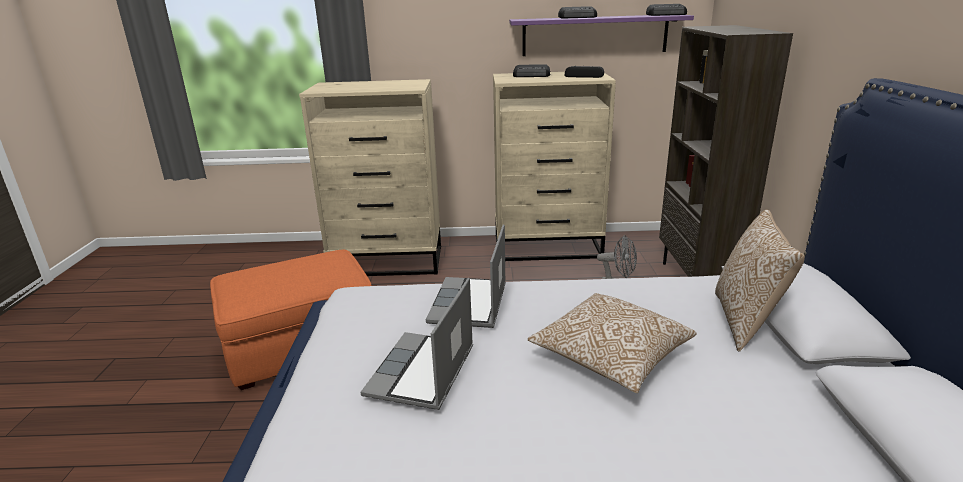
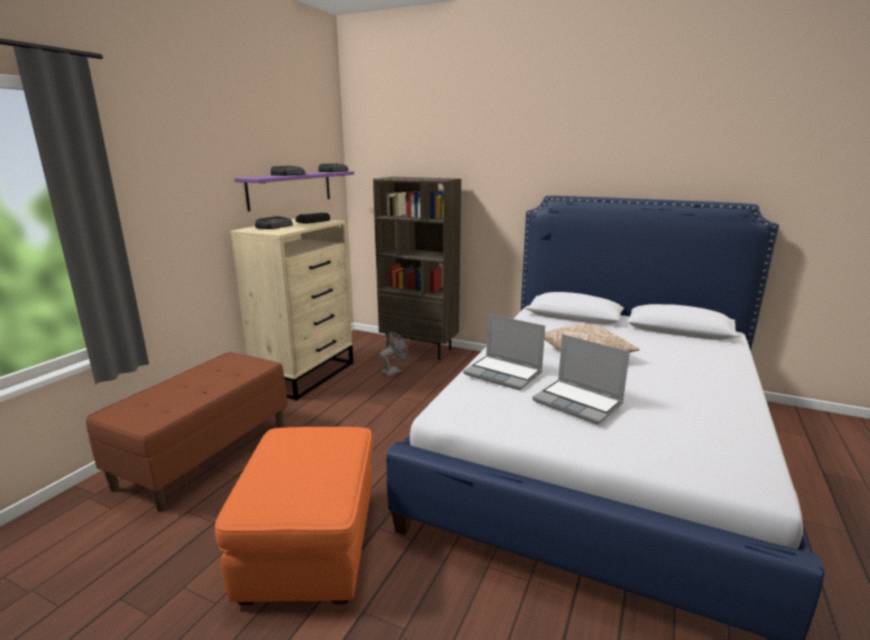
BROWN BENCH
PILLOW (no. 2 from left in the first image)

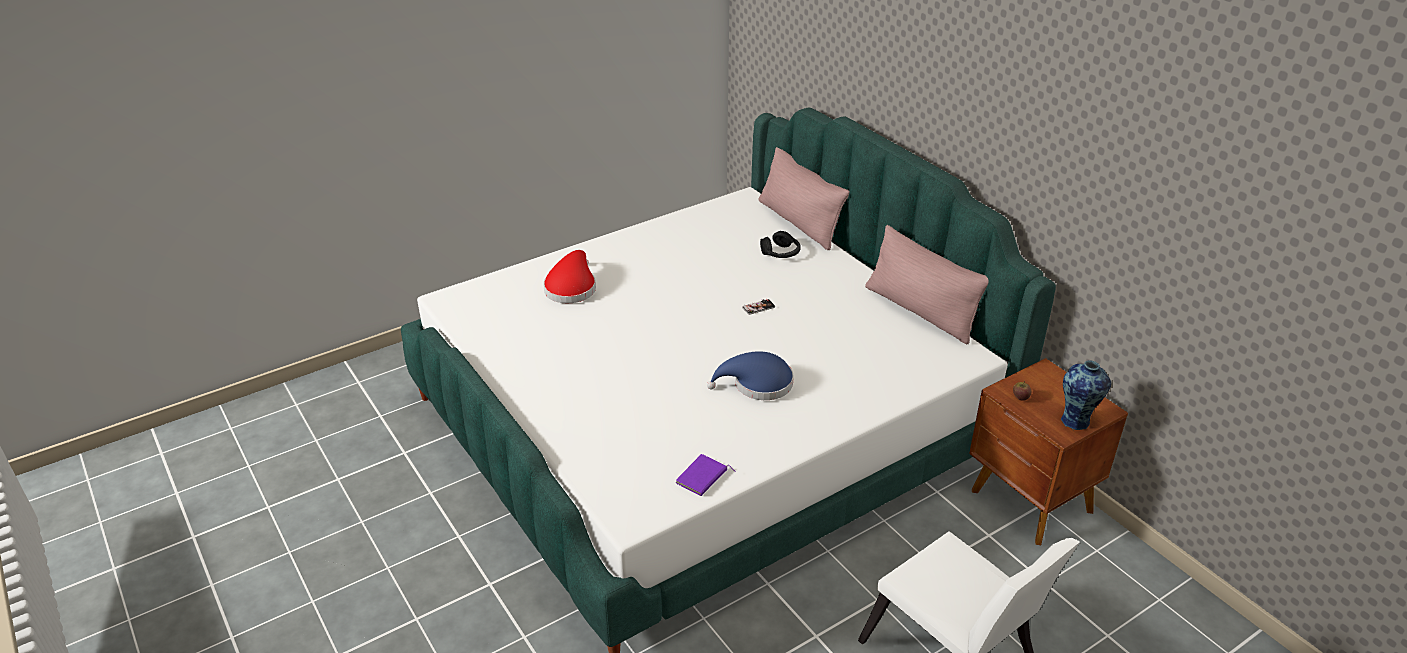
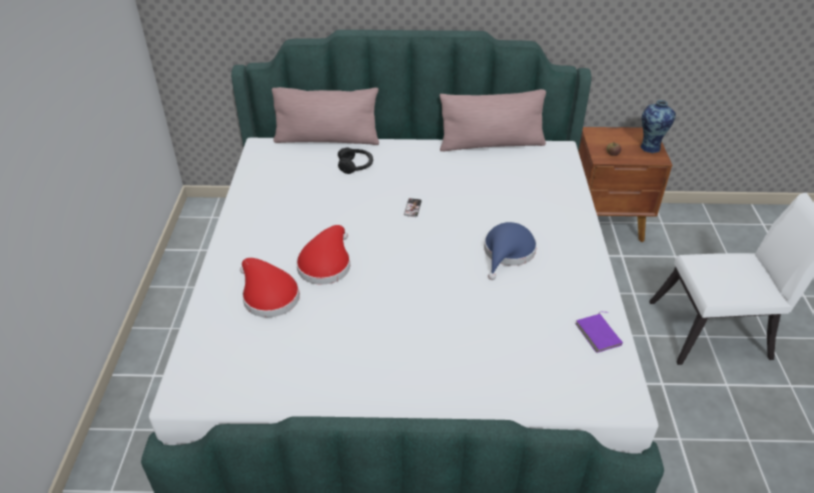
RED HAT (no. 2 from left)

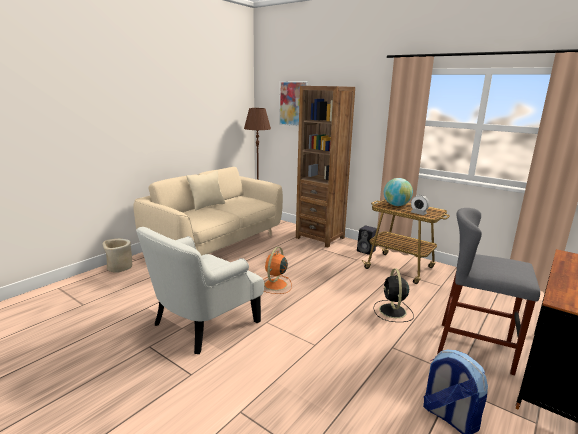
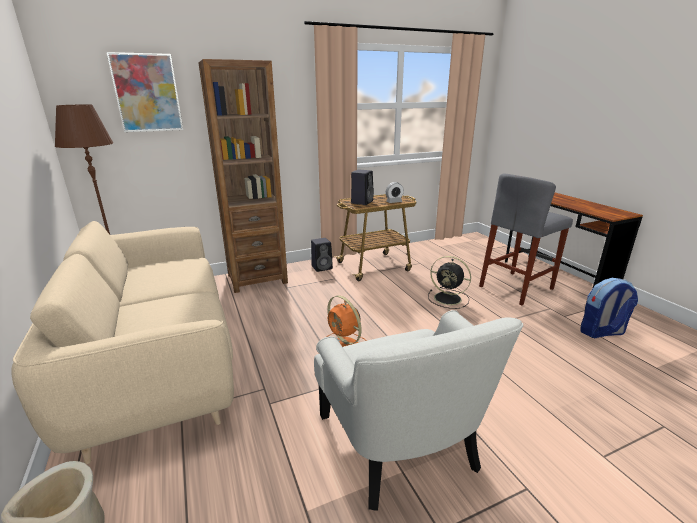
BEIGE PILLOW
BLACK SPEAKER (no. 2 from left)

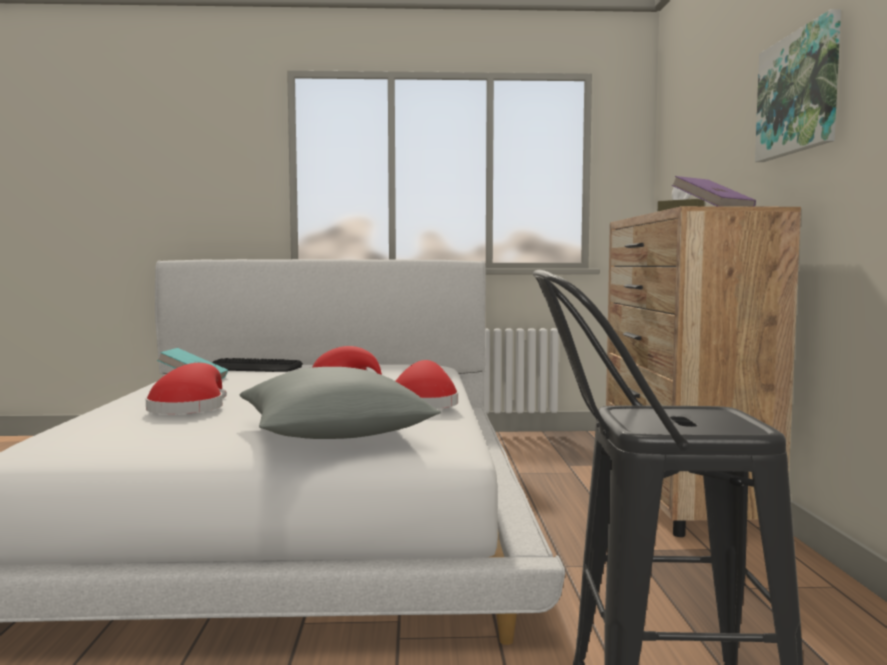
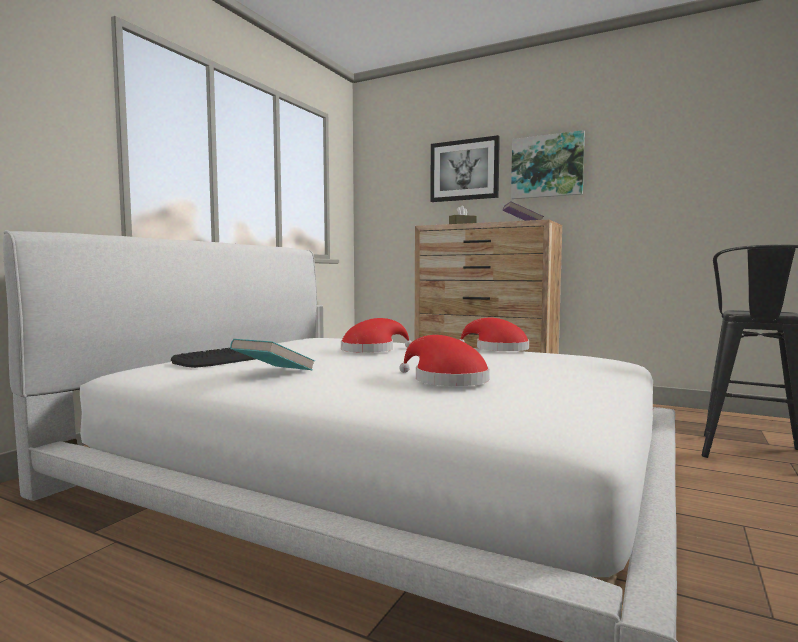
GREY PILLOW
PICTURE (no. 1 from left)

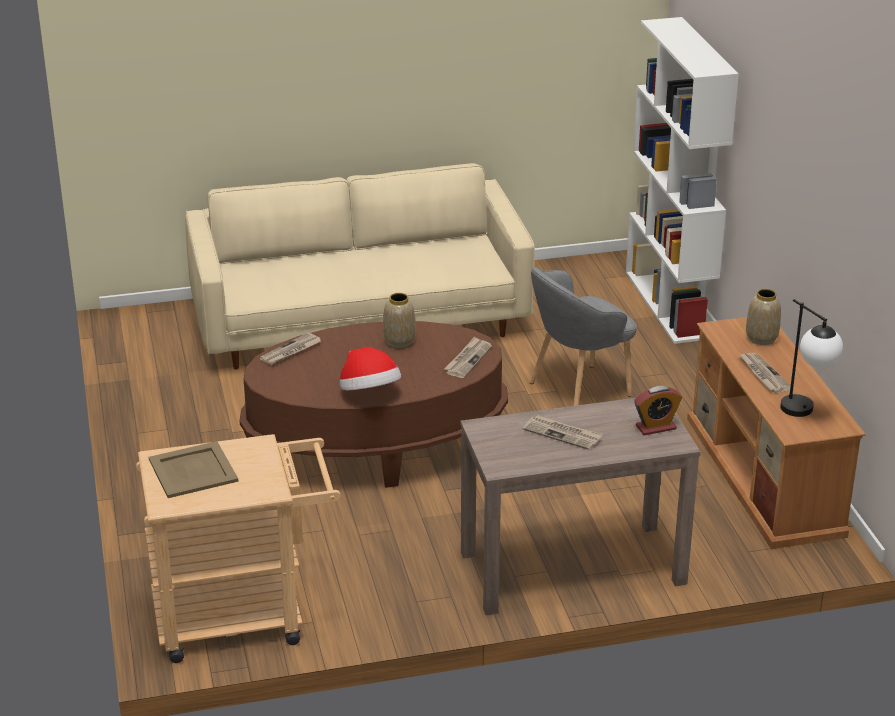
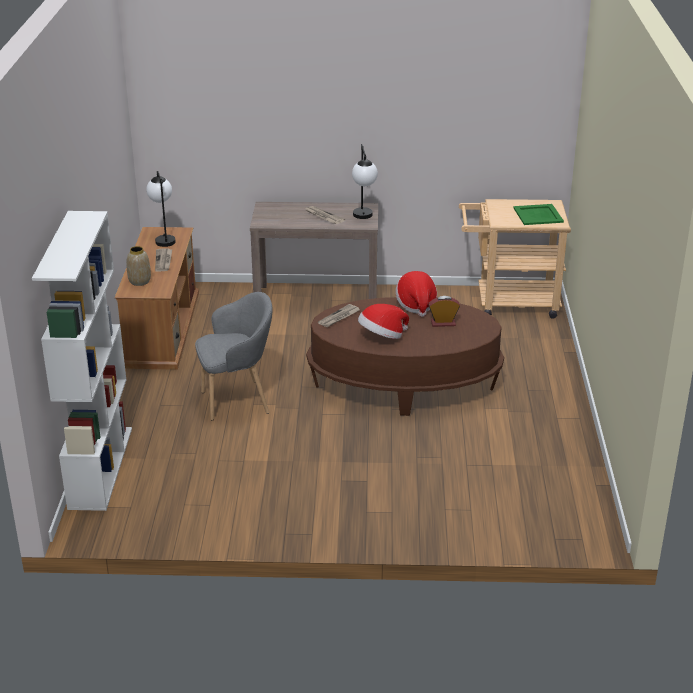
BEIGE SOFA
HAT (no. 1 from left)
NEWSPAPER (no. 1 from left in the first image)
ALARM CLOCK
GREEN TRAY
TABLE LAMP (no. 2 from left)

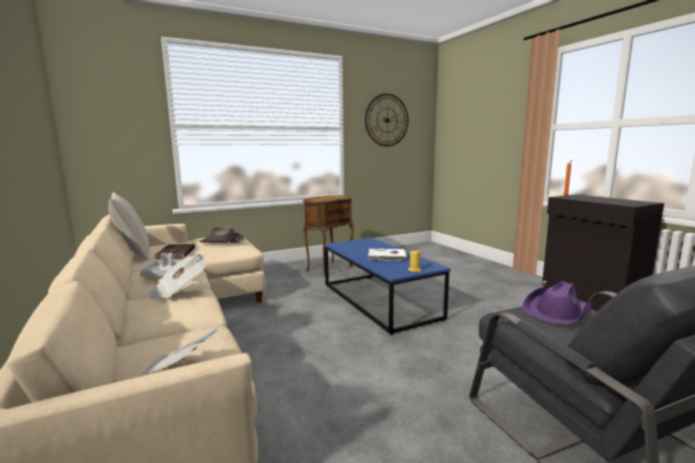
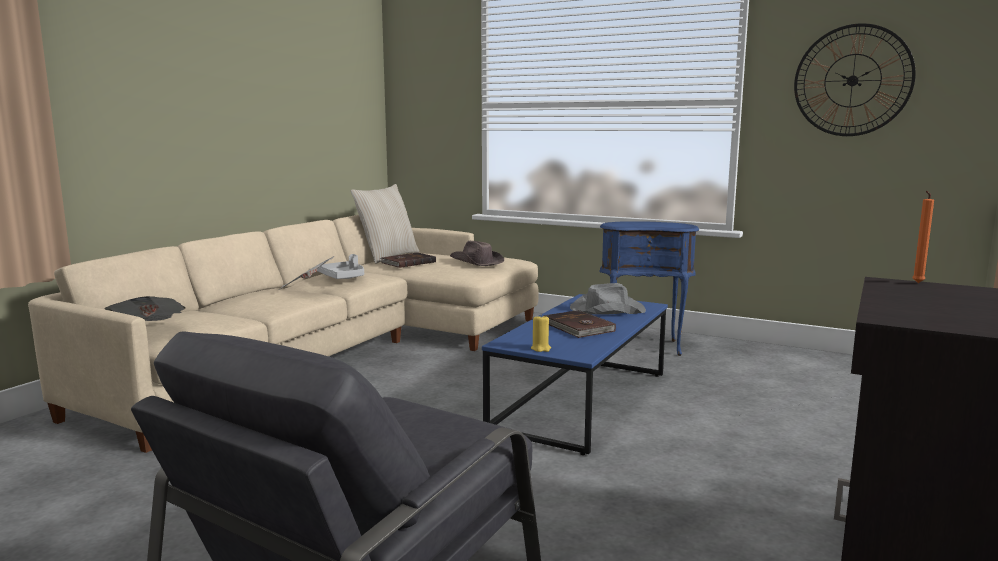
BLUE SIDE TABLE
BROWN BOOK (no. 2 from left)
PURPLE HAT
GREY HAT

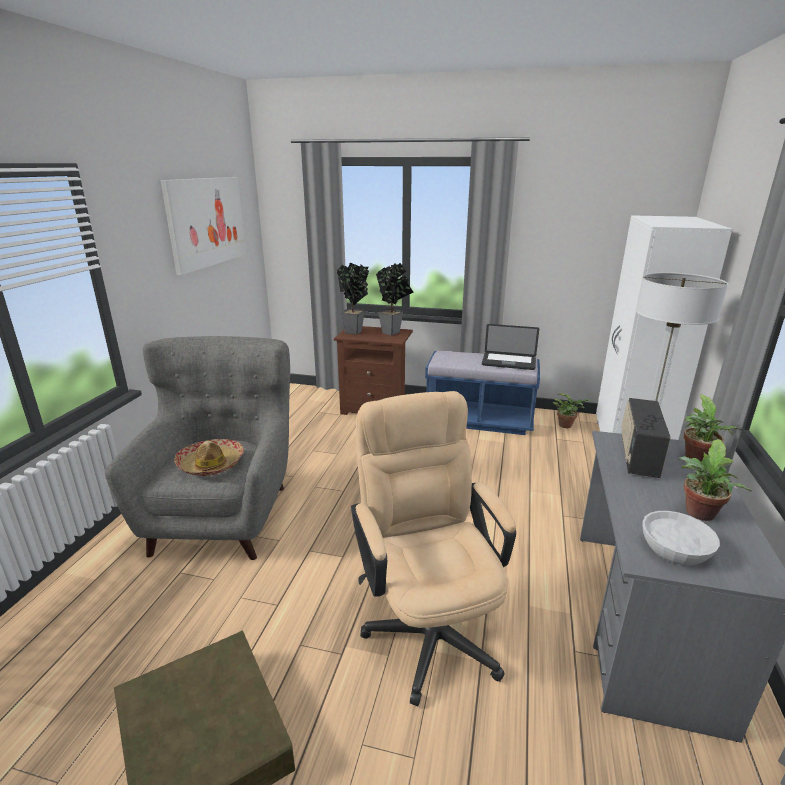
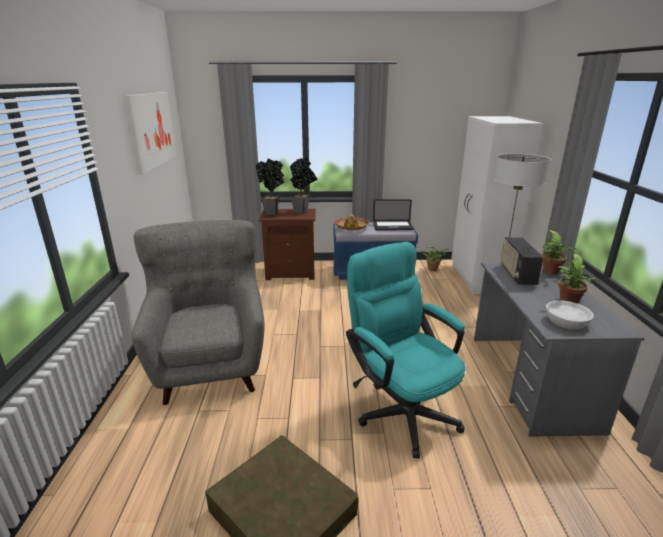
TURQUOISE OFFICE CHAIR
HAT

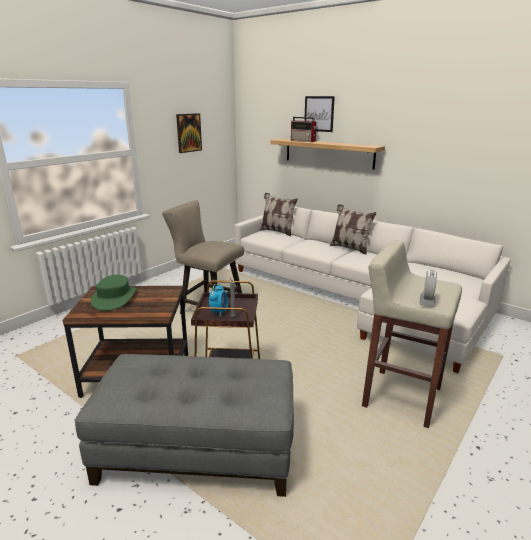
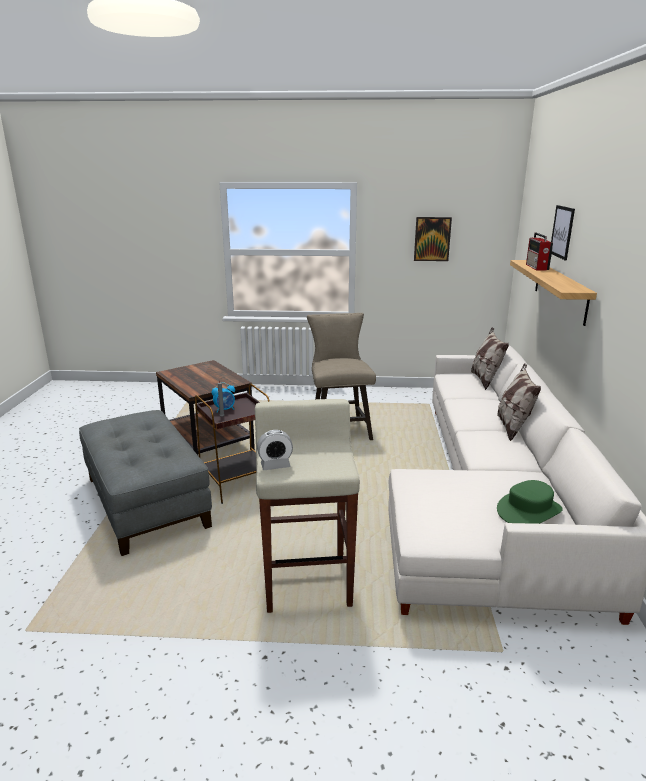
GREEN HAT

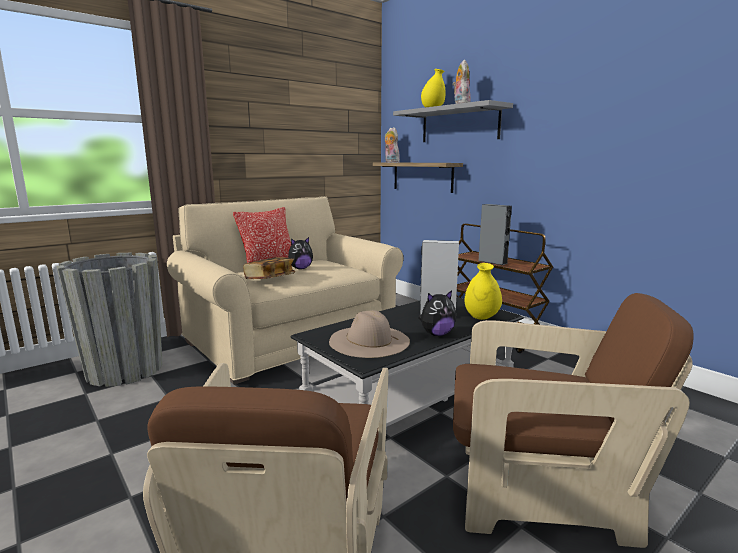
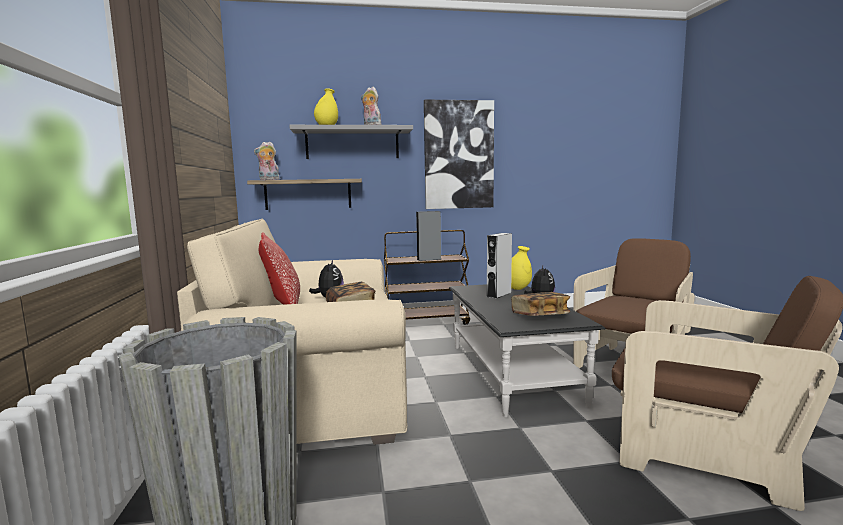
BOOK (no. 2 from left)
PICTURE

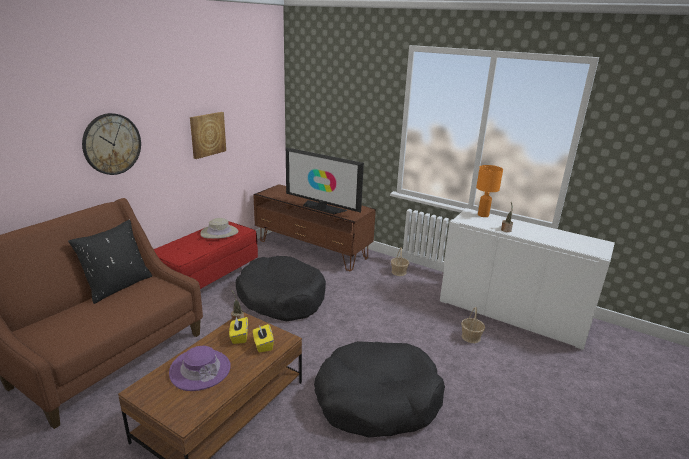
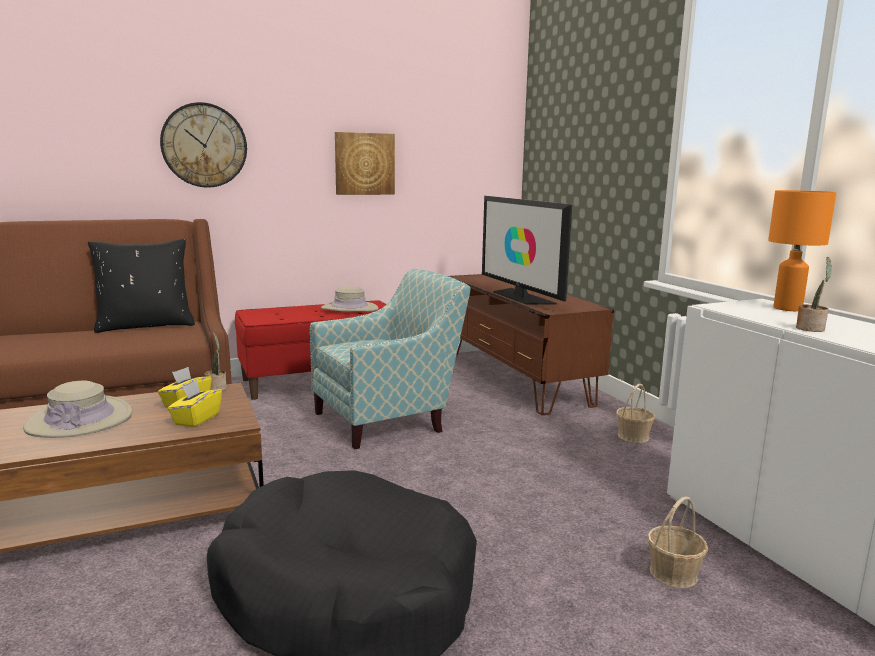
ARMCHAIR
BEIGE HAT (no. 1 from left)

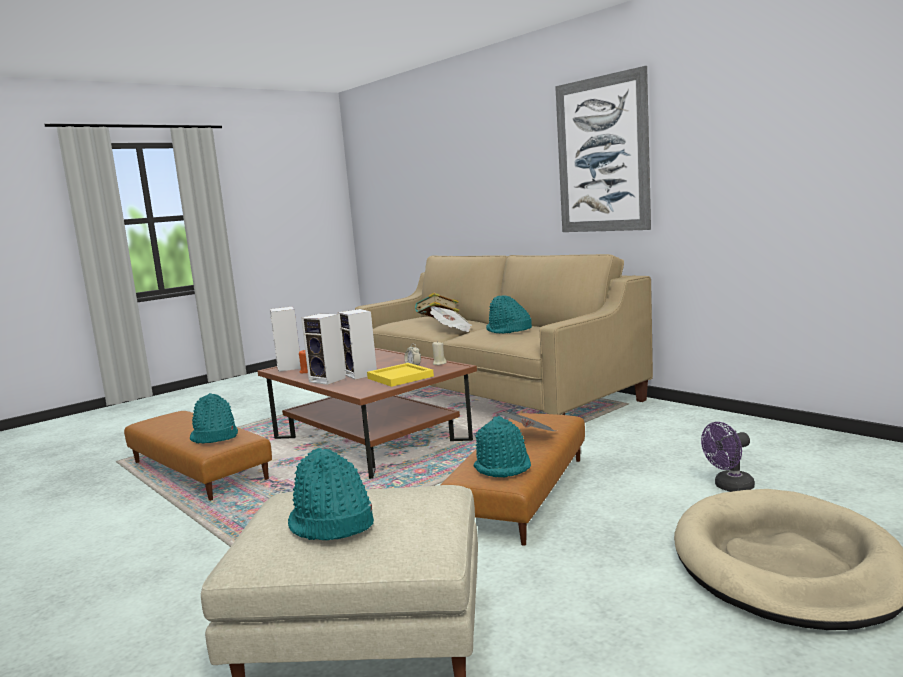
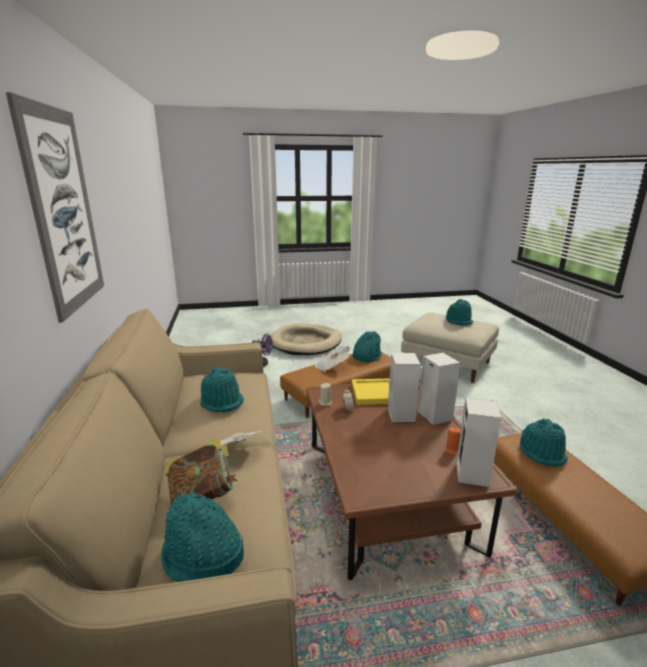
TURQUOISE HAT (no. 1 from left)

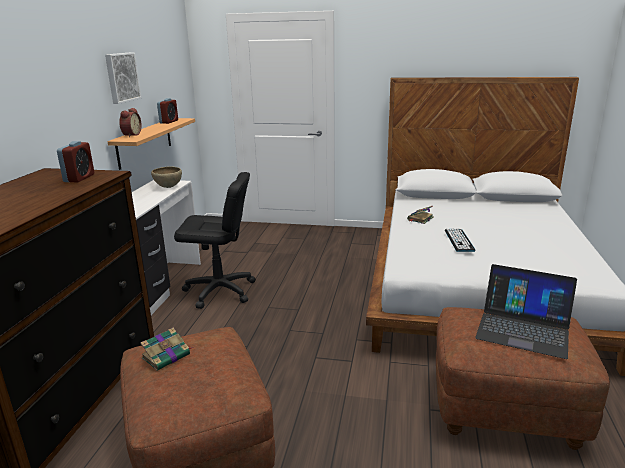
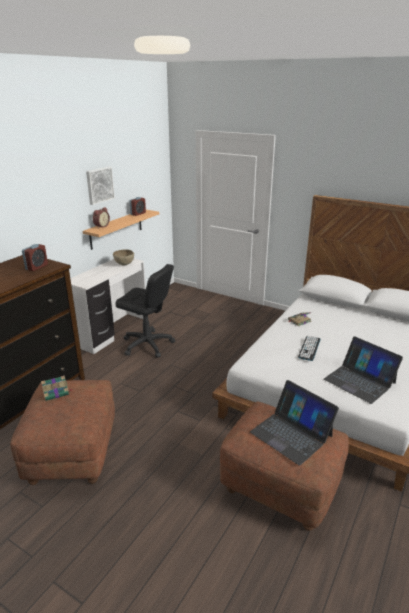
LAPTOP (no. 2 from left)

